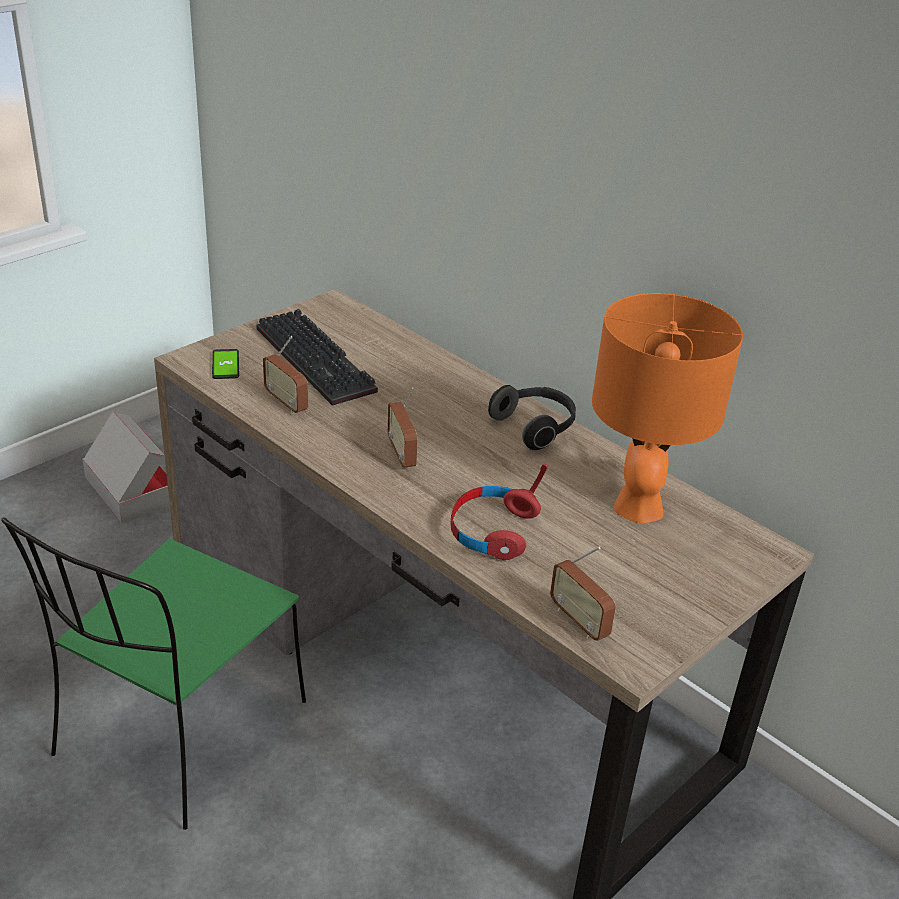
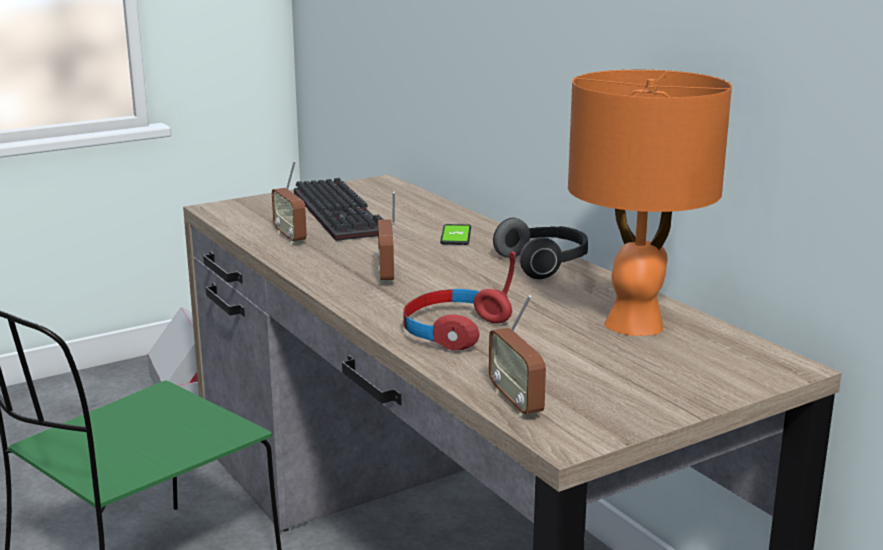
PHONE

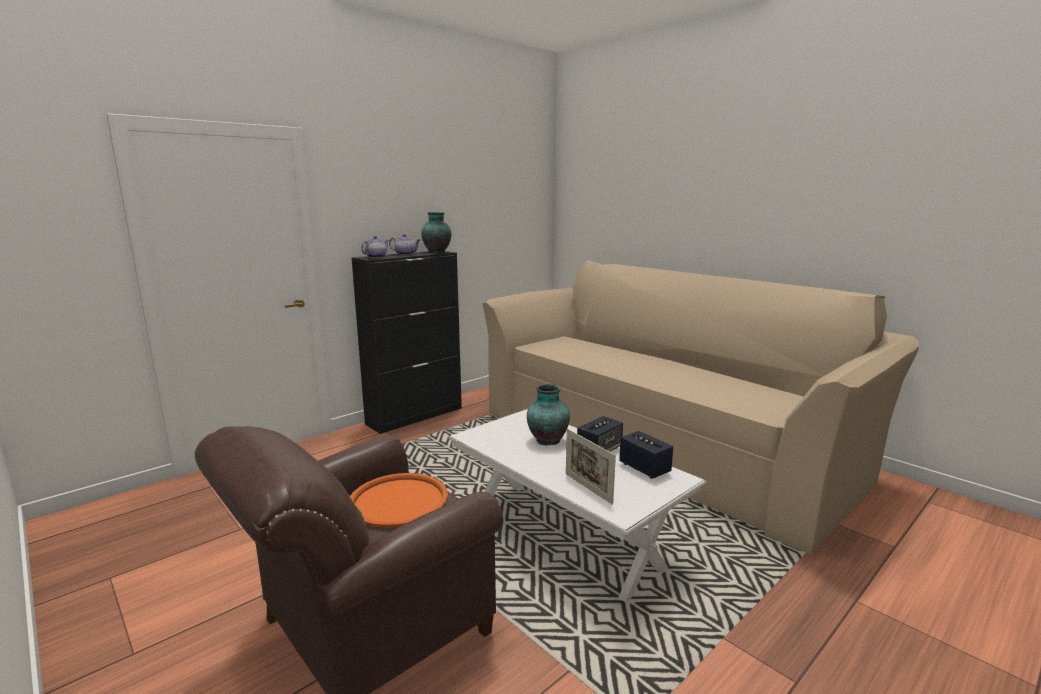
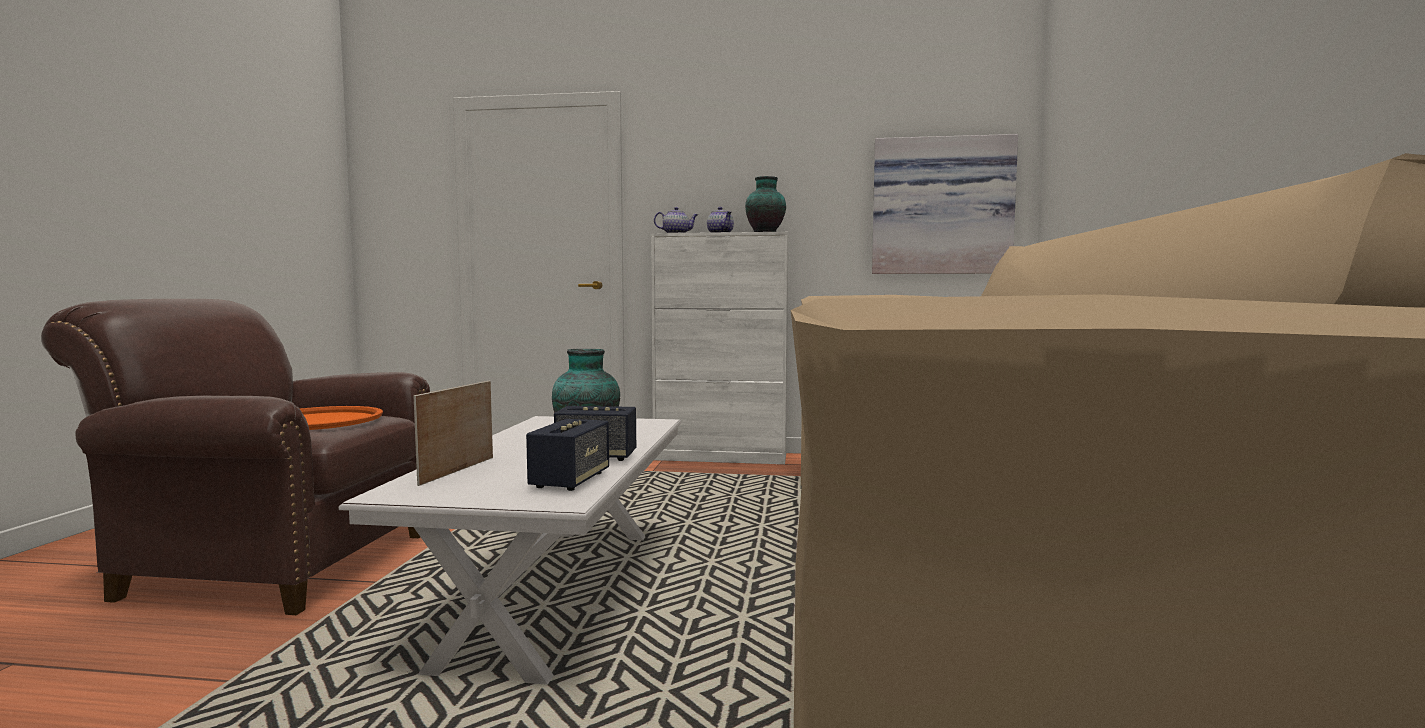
WHITE CABINET
PICTURE

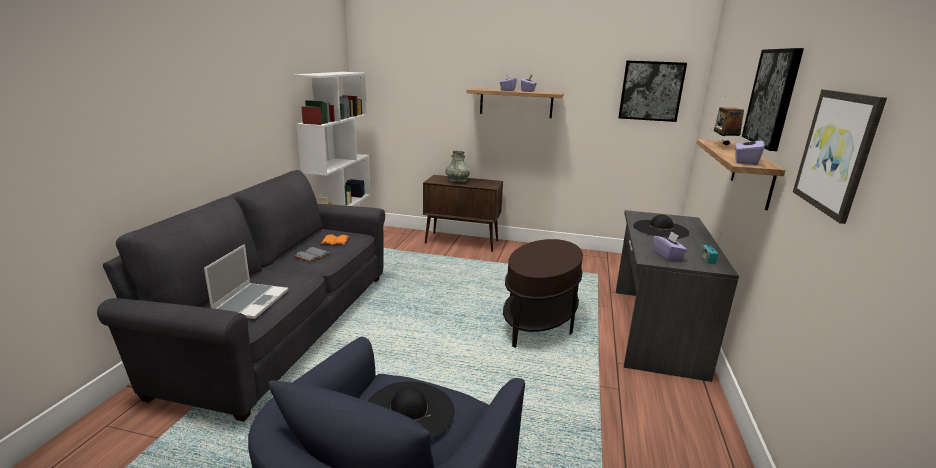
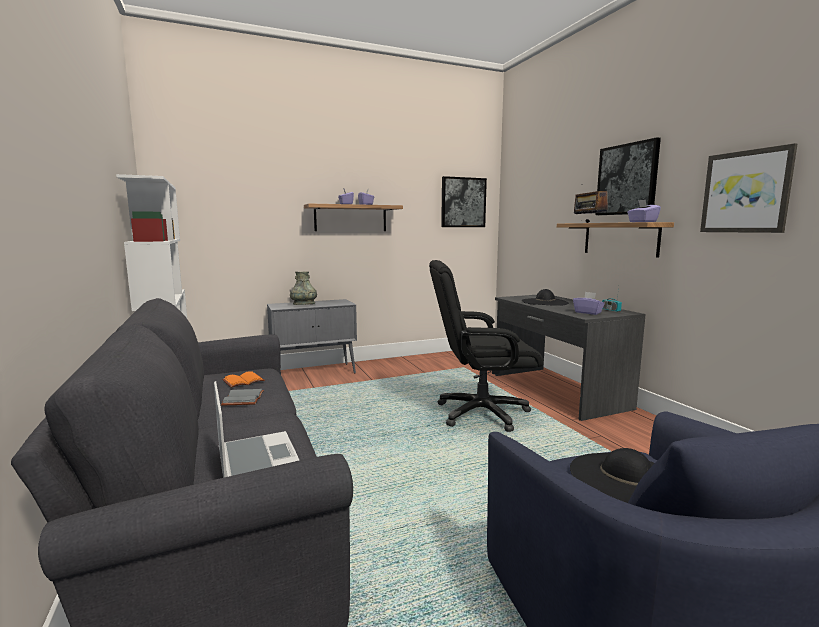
GREY CABINET
BLACK OFFICE CHAIR

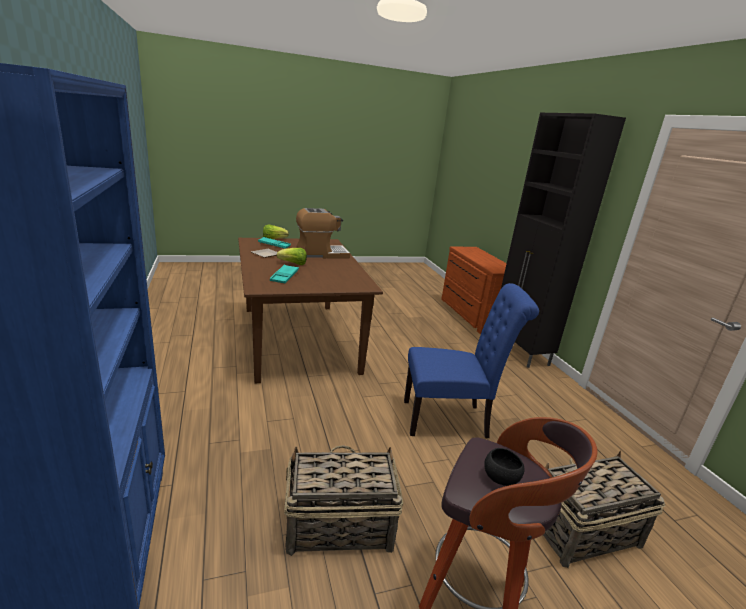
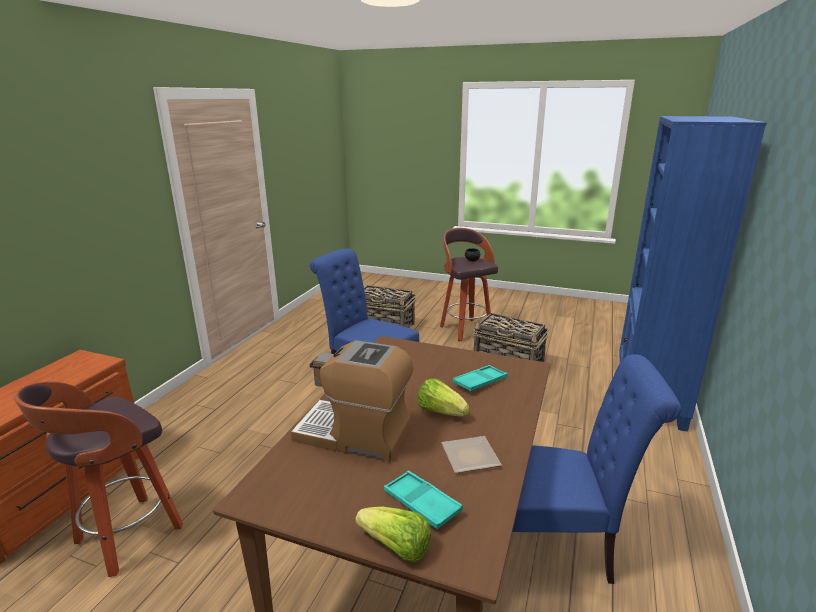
BLACK CABINET
BLUE CHAIR (no. 2 from left)
STOOL (no. 1 from left)

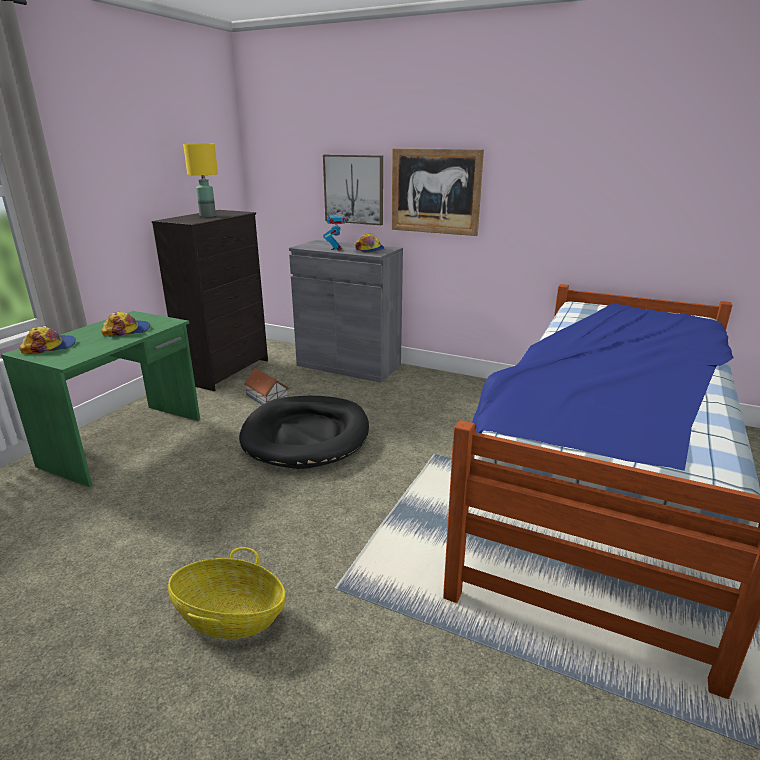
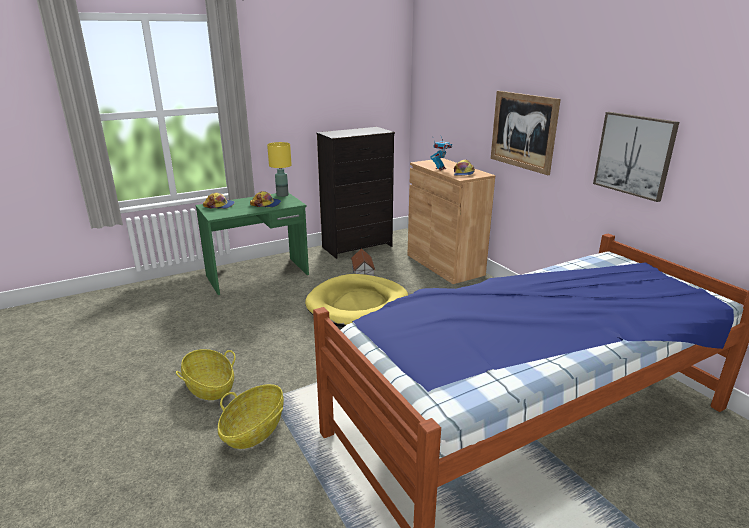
YELLOW TABLE LAMP
PICTURE (no. 2 from left)
BROWN CABINET
YELLOW DOG BED
BASKET (no. 2 from left)

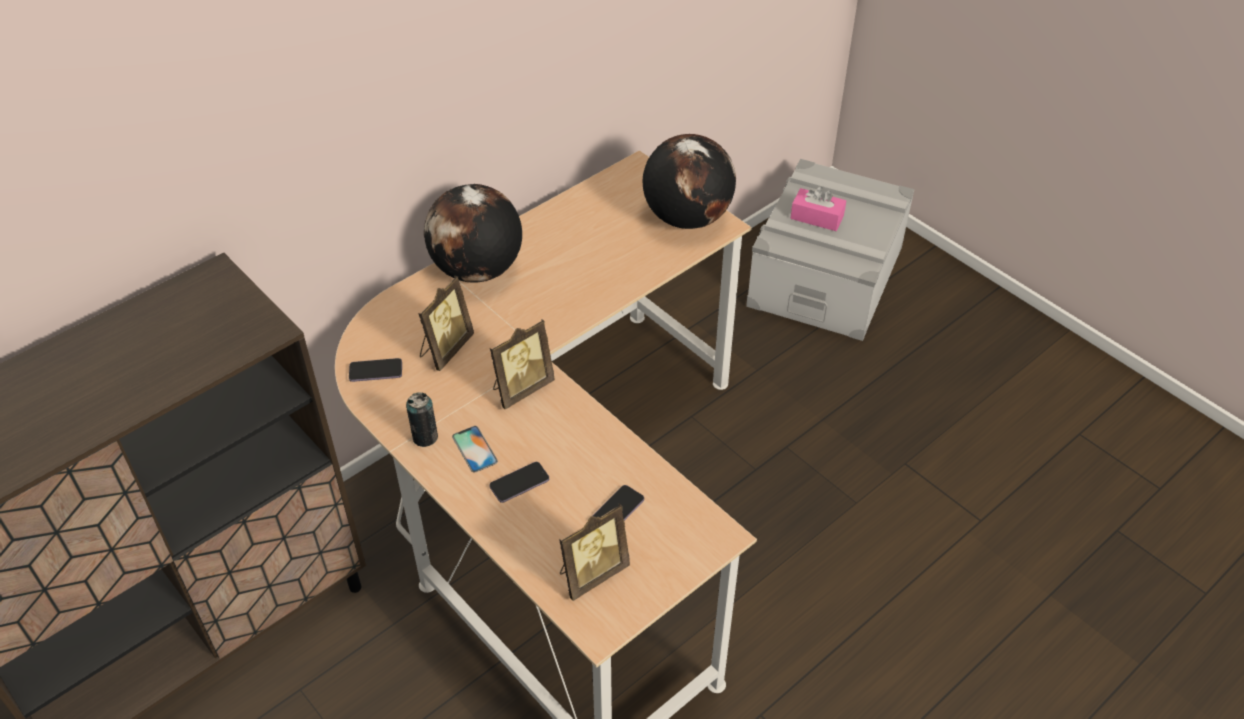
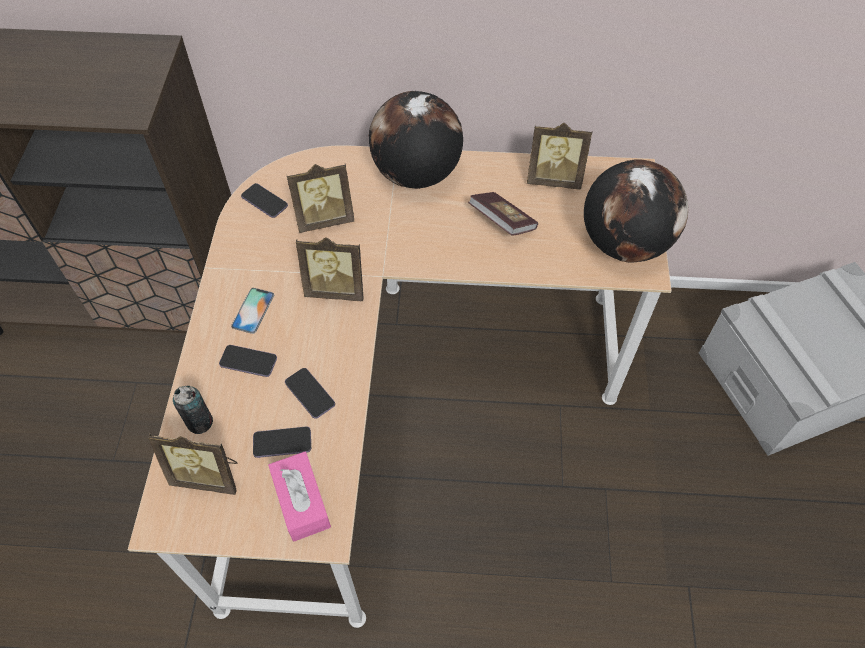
PINK TISSUE BOX
CAN
PICTURE FRAME (no. 4 from left)
BOOK
PHONE (no. 5 from left)

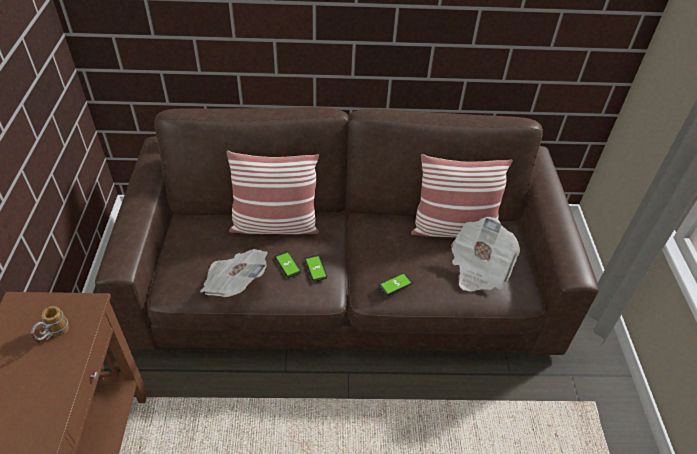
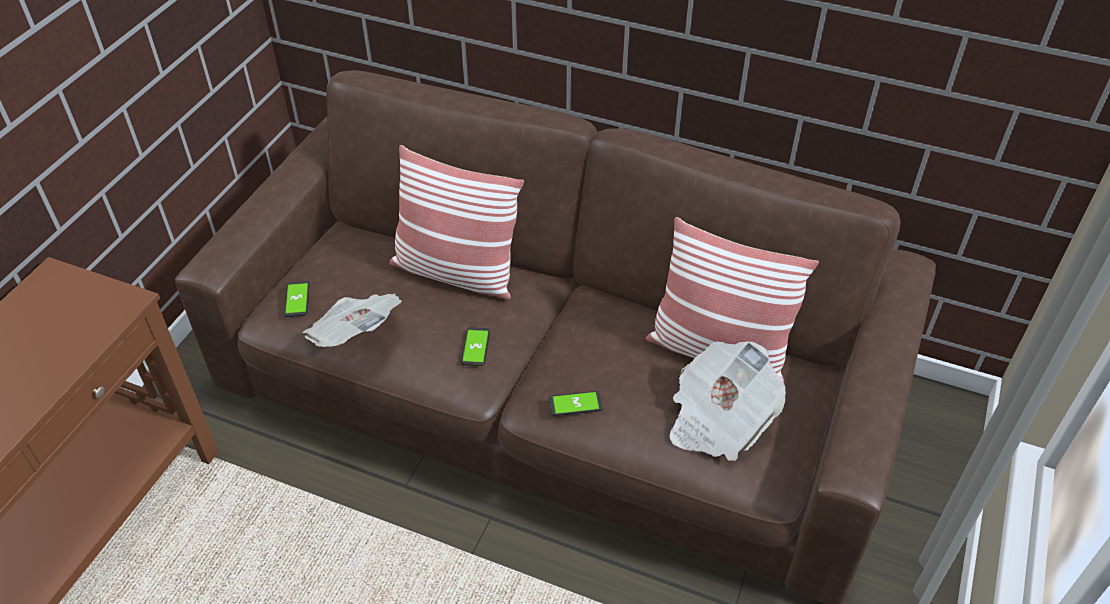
PHONE (no. 1 from left)
MUG

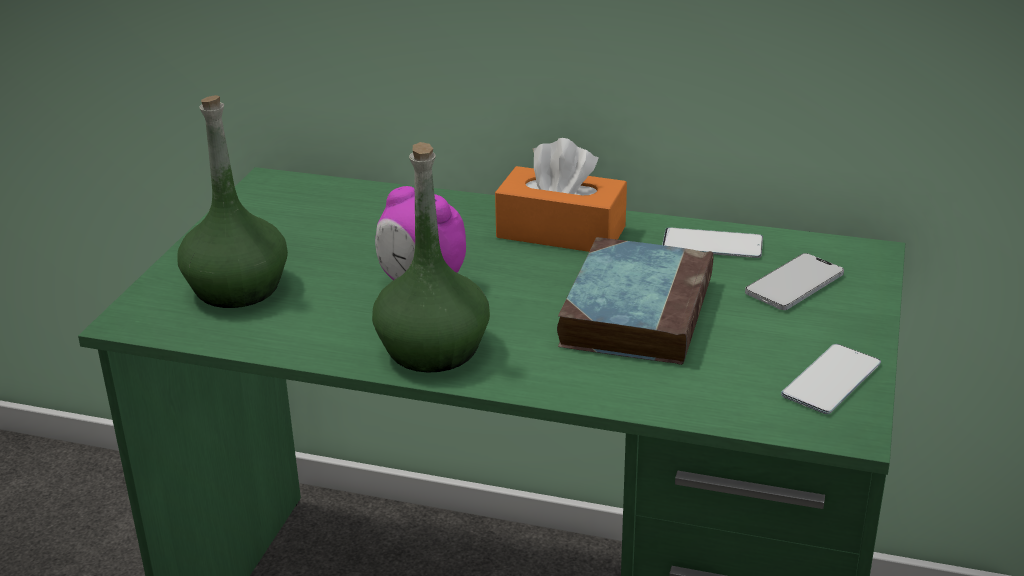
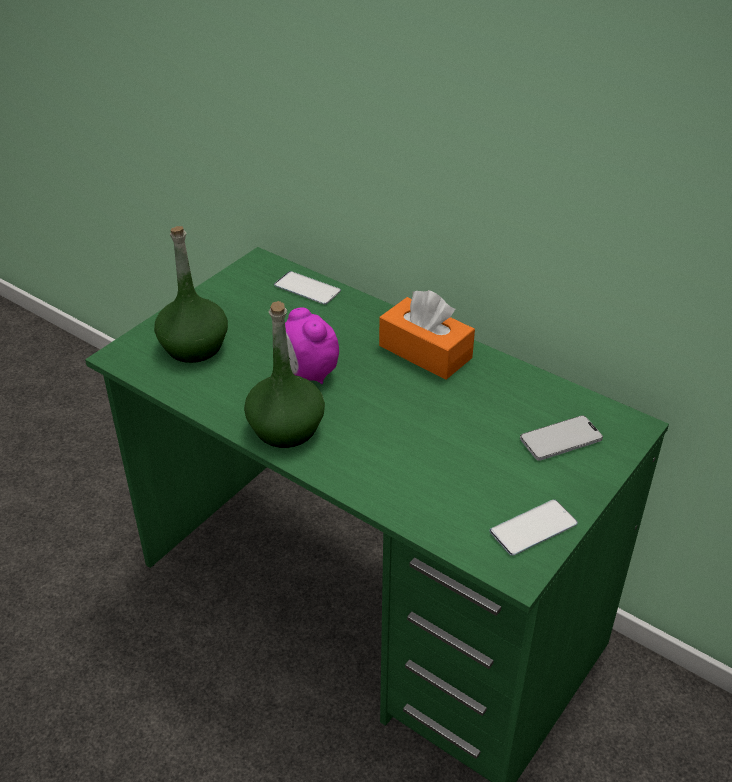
PHONE (no. 1 from left)
BOOK

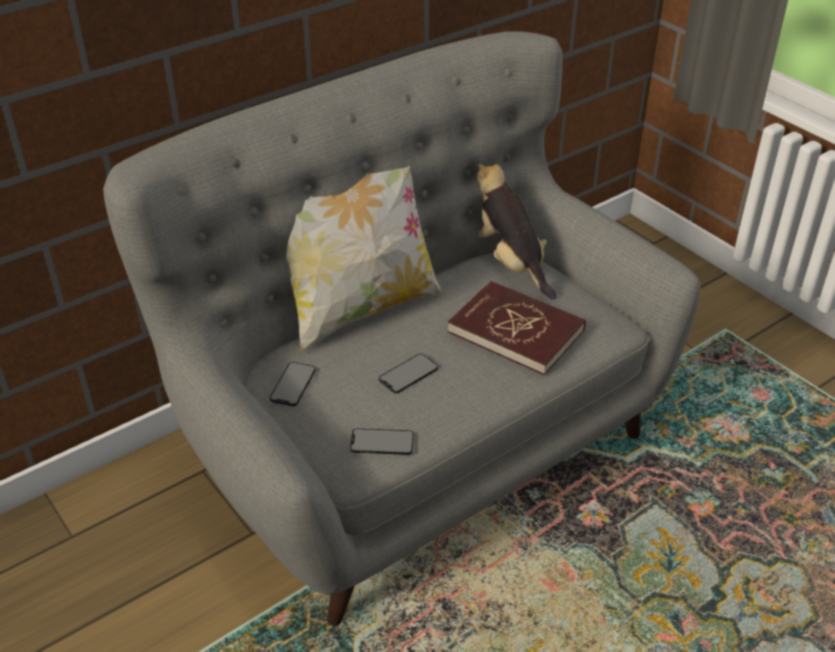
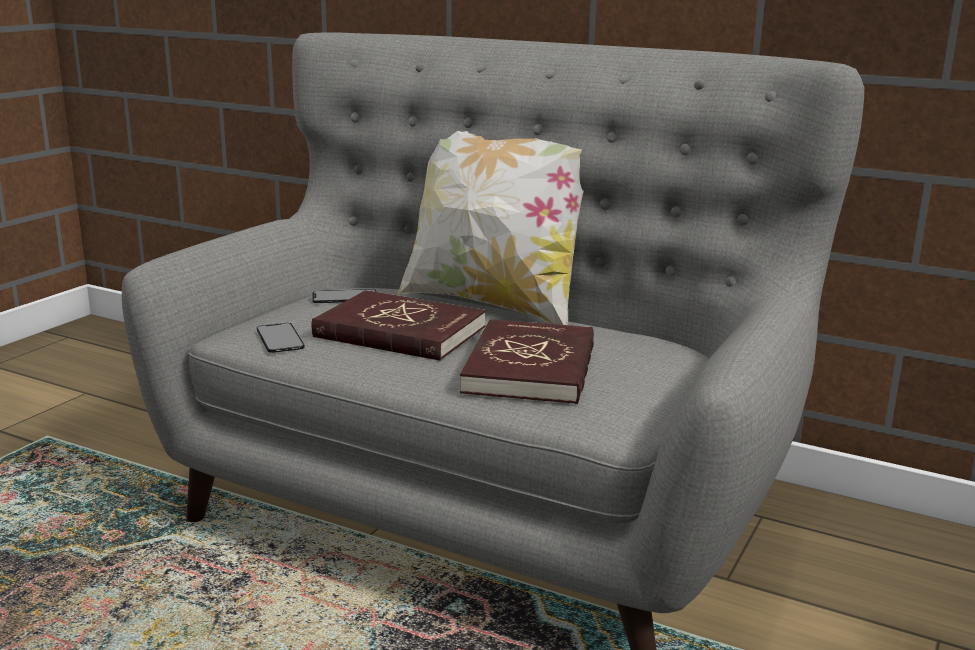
PLUSH TOY
RED BOOK (no. 1 from left)

